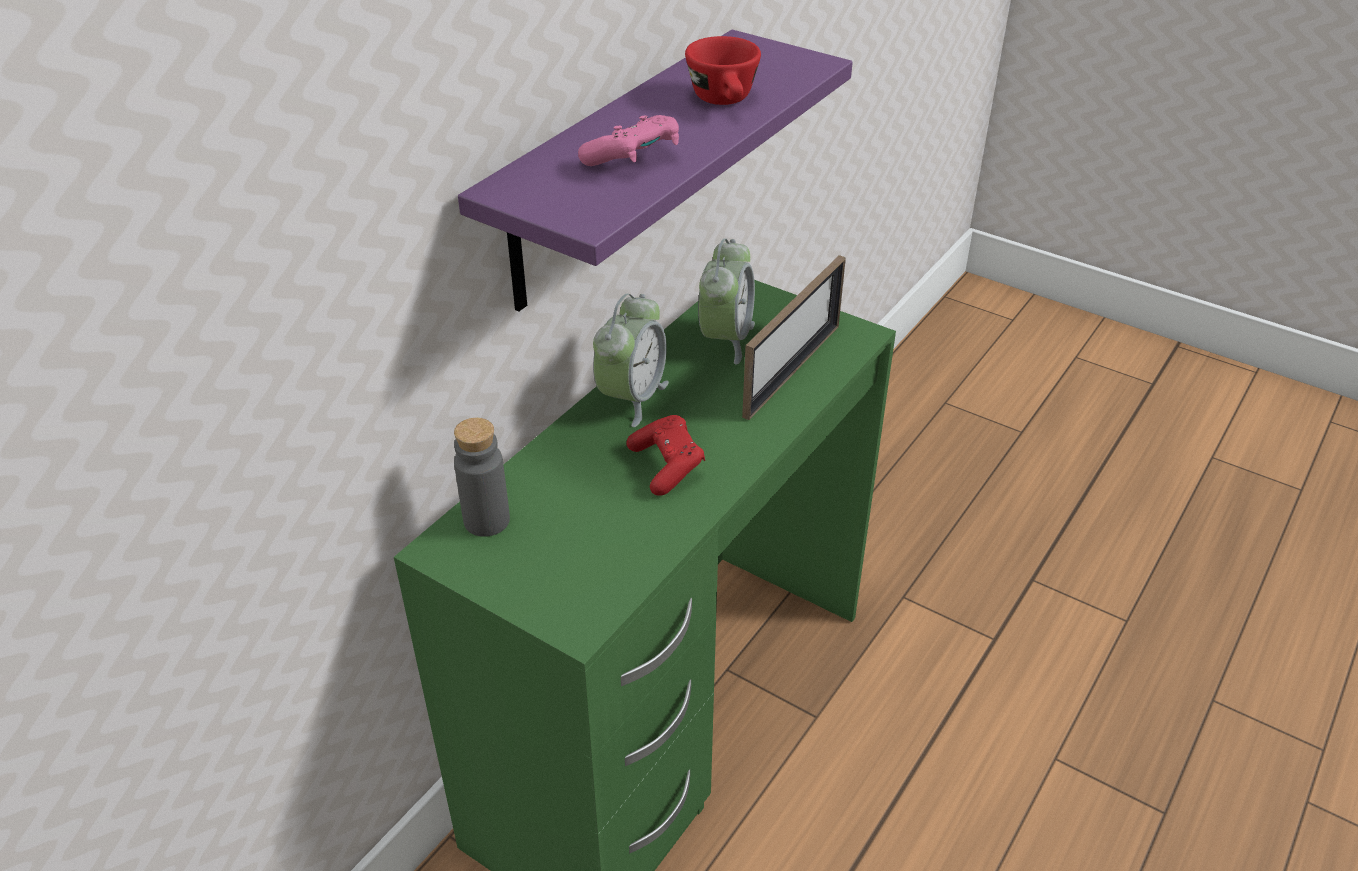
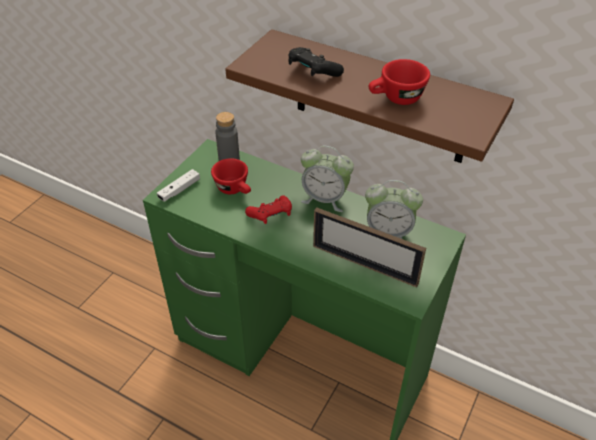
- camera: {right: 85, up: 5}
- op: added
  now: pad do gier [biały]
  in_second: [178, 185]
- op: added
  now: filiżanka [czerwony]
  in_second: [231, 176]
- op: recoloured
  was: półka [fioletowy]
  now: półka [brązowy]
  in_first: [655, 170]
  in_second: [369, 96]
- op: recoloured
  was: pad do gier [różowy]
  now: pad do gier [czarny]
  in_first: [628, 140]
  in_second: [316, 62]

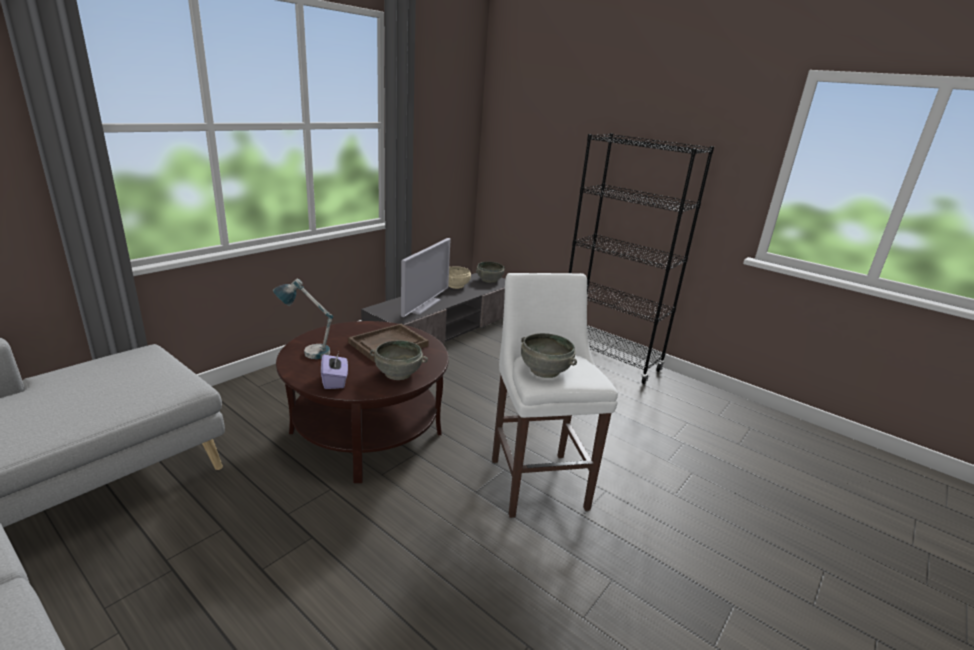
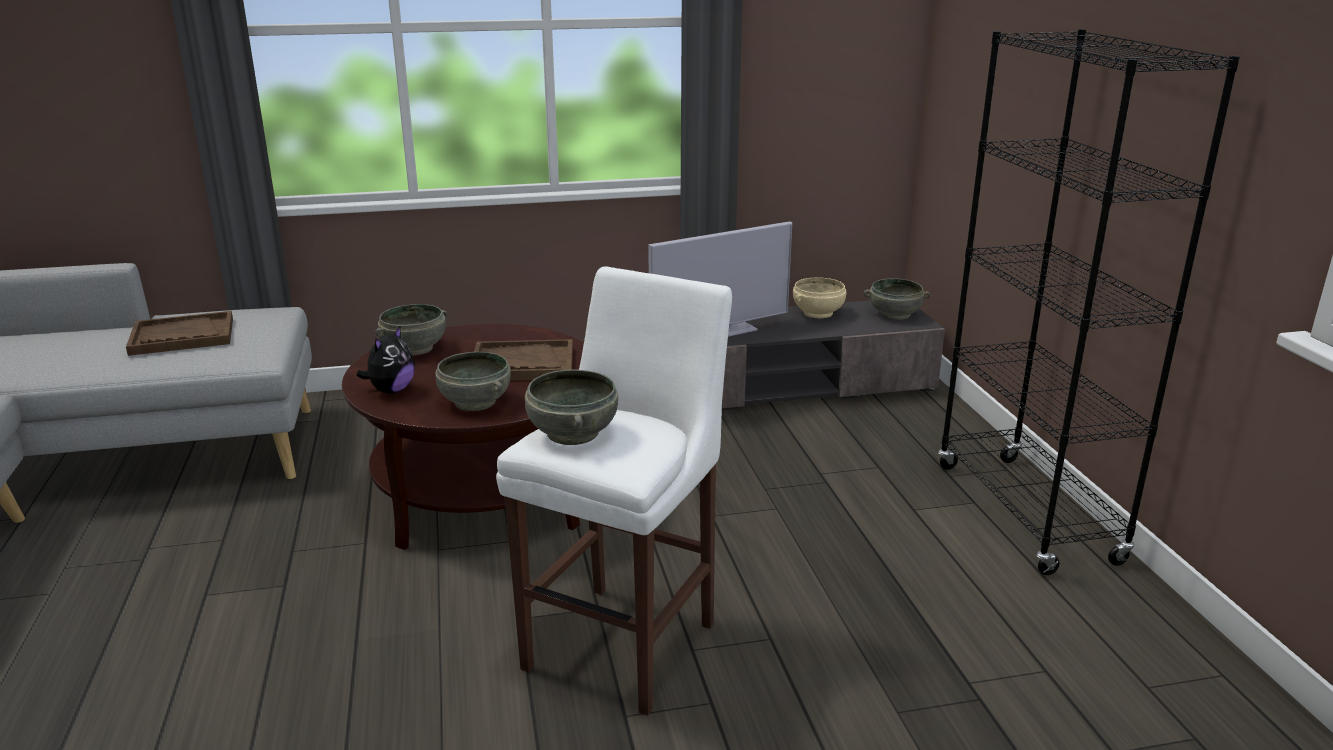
- camera: {right: 40, up: 0}
- op: added
  now: taca [brązowy]
  in_second: [179, 333]
- op: replaced
  was: pudełko chusteczek [fioletowy]
  now: pluszak
  in_first: [334, 372]
  in_second: [385, 359]
- op: replaced
  was: lampa stołowa
  now: miska [szary]
  in_first: [303, 318]
  in_second: [411, 330]

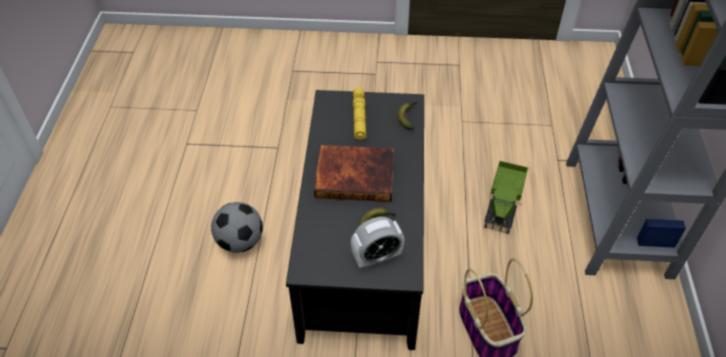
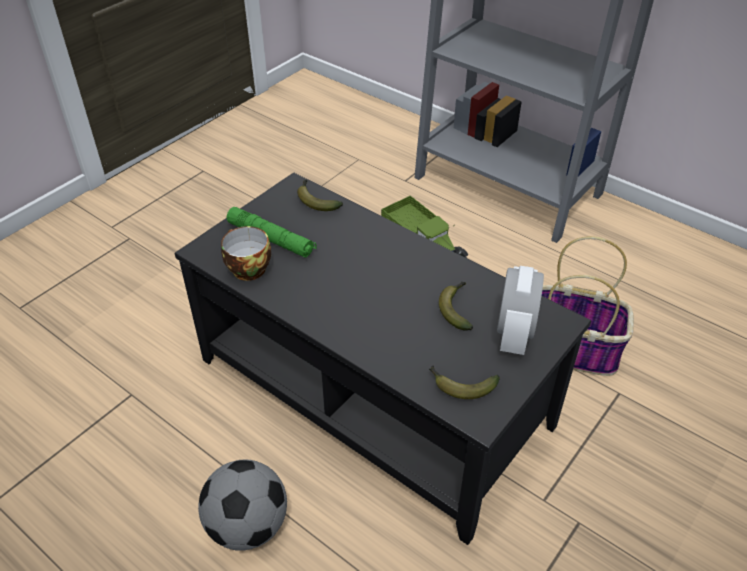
- camera: {right: -55, up: -5}
- op: added
  now: filiżanka
  in_second: [246, 253]
- op: recoloured
  was: latarka [żółty]
  now: latarka [zielony]
  in_first: [359, 114]
  in_second: [272, 232]
- op: added
  now: banan
  in_second: [464, 382]
- op: removed
  was: książka
  in_first: [354, 173]

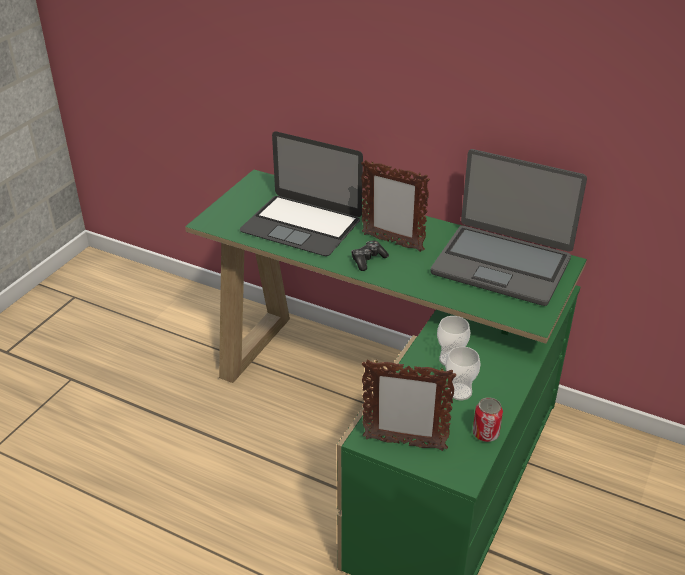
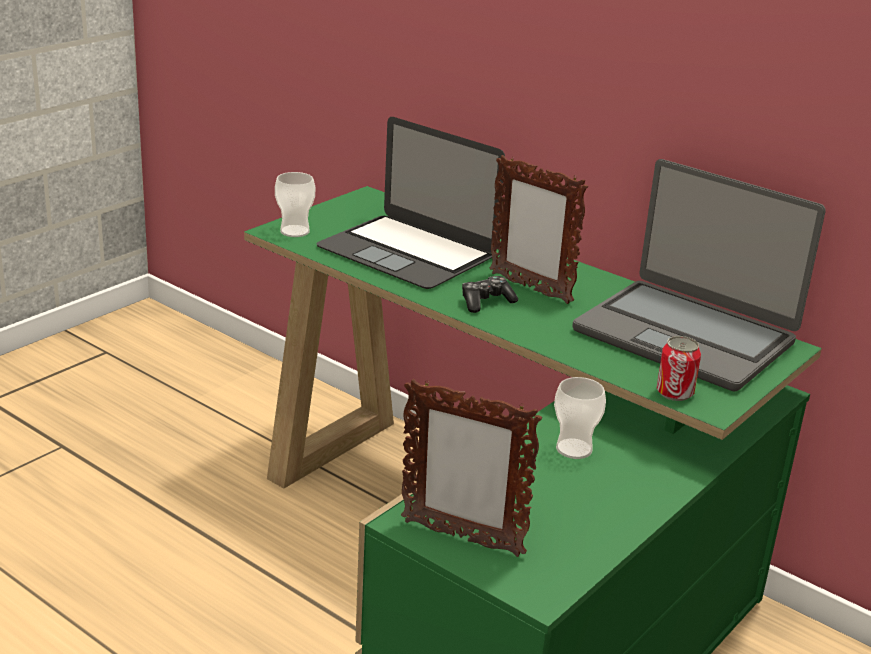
- camera: {right: 10, up: -10}
- op: moved
  was: filiżanka
  in_first: [462, 373]
  in_second: [295, 204]
- op: moved
  was: puszka
  in_first: [488, 419]
  in_second: [679, 368]

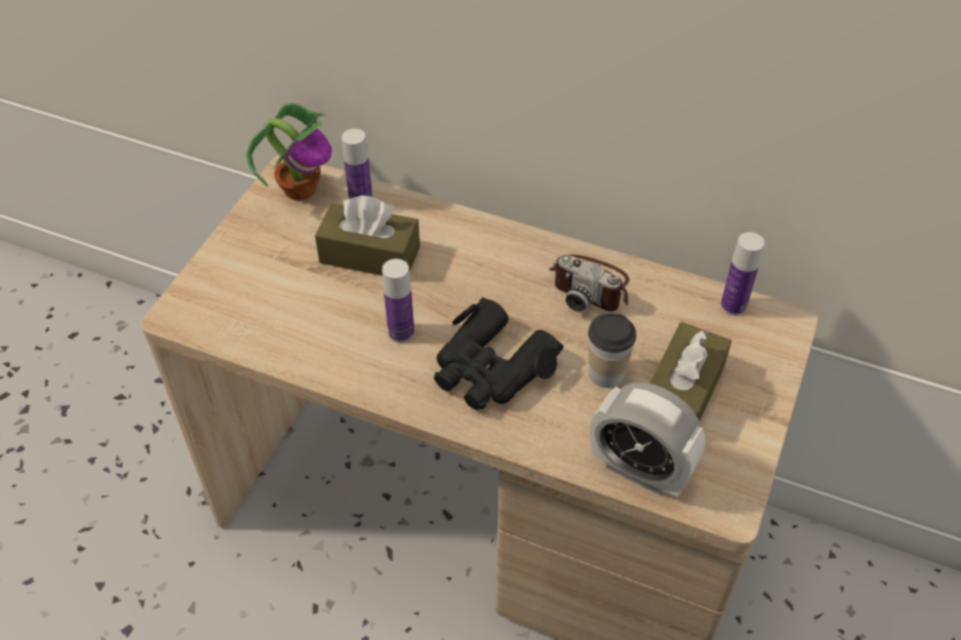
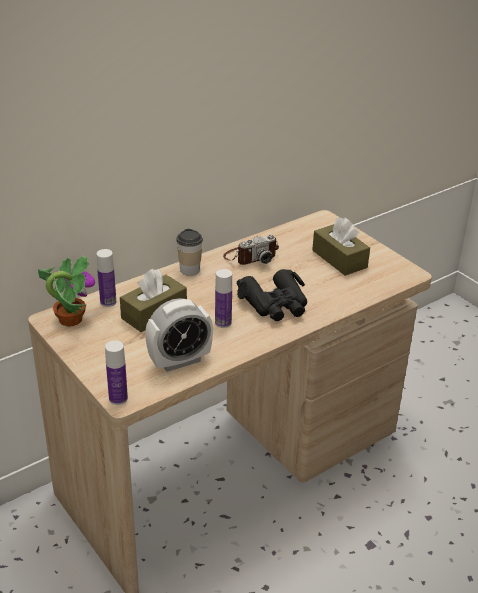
- camera: {right: -60, up: -15}
- op: moved
  was: butelka
  in_first: [743, 274]
  in_second: [116, 372]
- op: moved
  was: budzik
  in_first: [648, 439]
  in_second: [179, 335]
- op: moved
  was: filiżanka
  in_first: [612, 350]
  in_second: [189, 252]

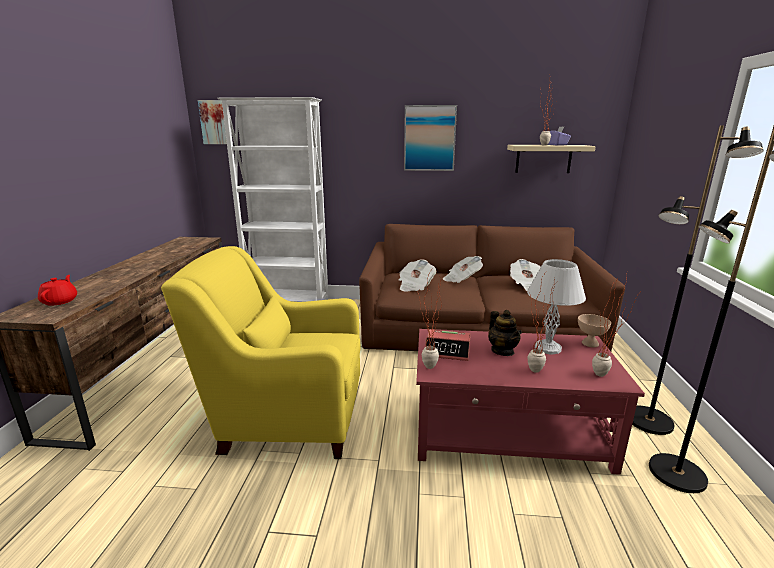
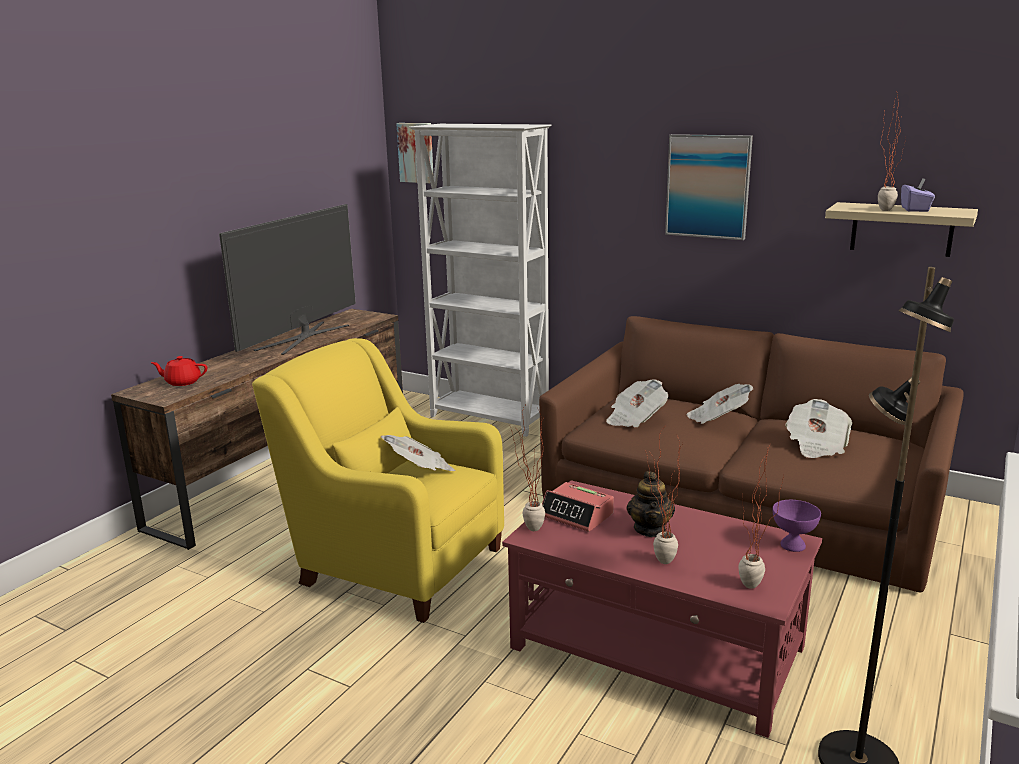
- camera: {right: 25, up: 0}
- op: turned
  was: imbryk [czerwony]
  in_first: [57, 290]
  in_second: [179, 371]
  clockwise: -105
- op: added
  now: telewizor
  in_second: [287, 279]
- op: added
  now: gazeta
  in_second: [418, 453]
- op: recoloured
  was: miska [beżowy]
  now: miska [fioletowy]
  in_first: [594, 330]
  in_second: [796, 526]
- op: removed
  was: lampa stołowa [biały]
  in_first: [556, 307]
- op: removed
  was: lampa stojąca [czarny]
  in_first: [698, 280]

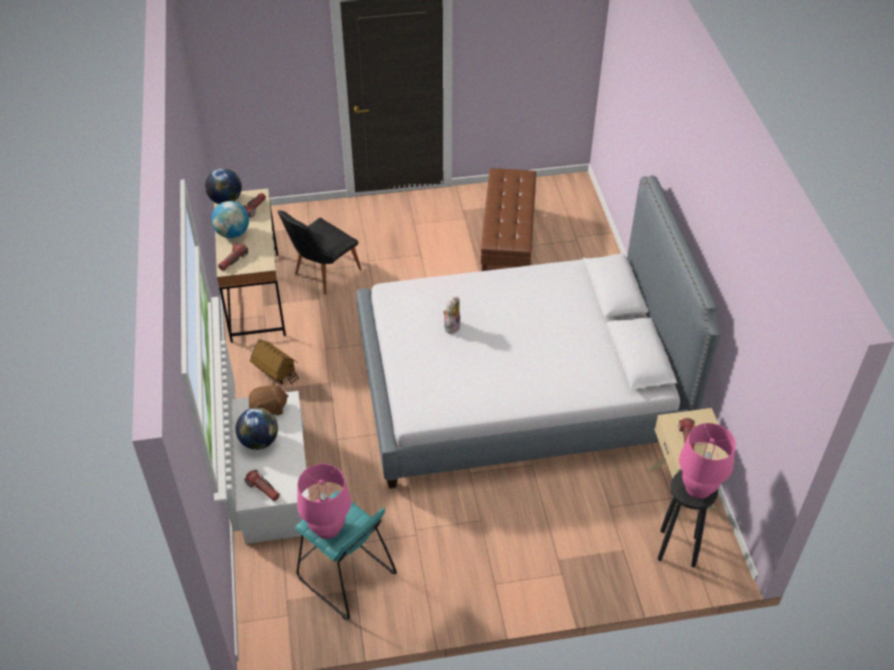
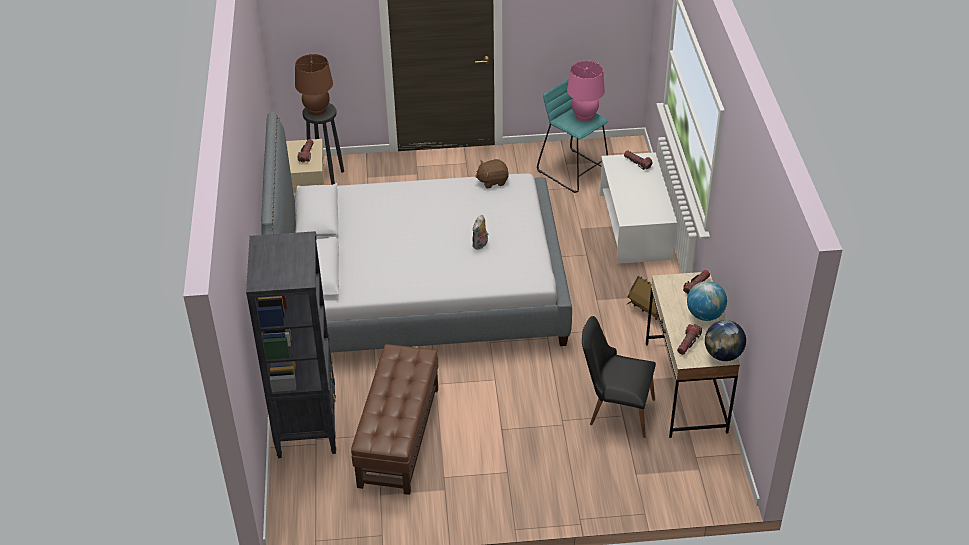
- camera: {right: -175, up: -5}
- op: added
  now: regał [czarny]
  in_second: [291, 344]
- op: recoloured
  was: lampa stołowa [różowy]
  now: lampa stołowa [brązowy]
  in_first: [707, 461]
  in_second: [314, 85]
- op: moved
  was: pluszak [brązowy]
  in_first: [269, 398]
  in_second: [492, 173]
- op: turned
  was: krzesło [czarny]
  in_first: [320, 252]
  in_second: [619, 377]
  clockwise: -120
- op: removed
  was: globus
  in_first: [257, 429]

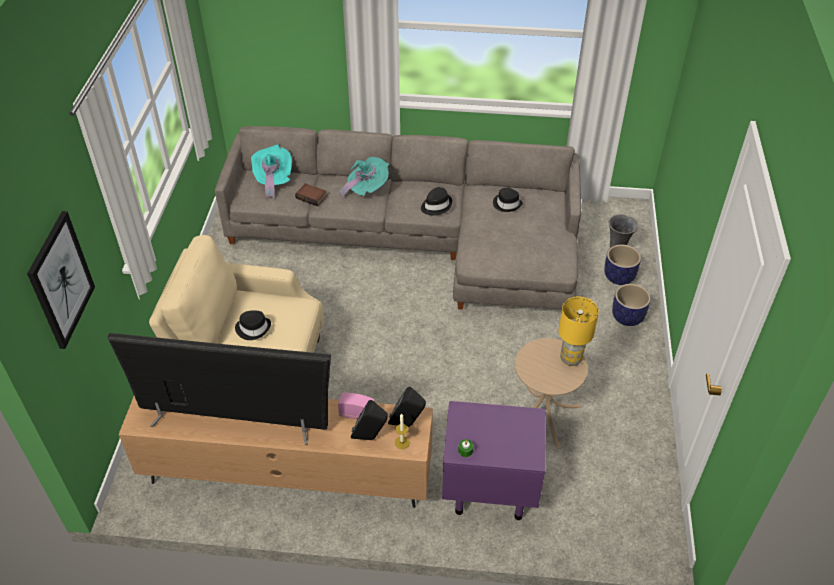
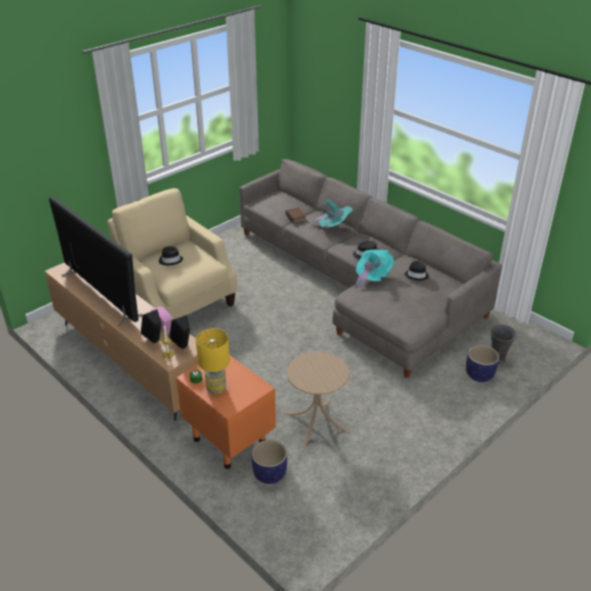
- camera: {right: 40, up: -10}
- op: recoloured
  was: szafka nocna [fioletowy]
  now: szafka nocna [pomarańczowy]
  in_first: [494, 460]
  in_second: [226, 412]
- op: moved
  was: lampa stołowa [żółty]
  in_first: [579, 331]
  in_second: [213, 361]
- op: moved
  was: donica
  in_first: [631, 305]
  in_second: [269, 462]
- op: moved
  was: kapelusz [turkusowy]
  in_first: [271, 172]
  in_second: [374, 269]
- op: removed
  was: obraz
  in_first: [61, 280]

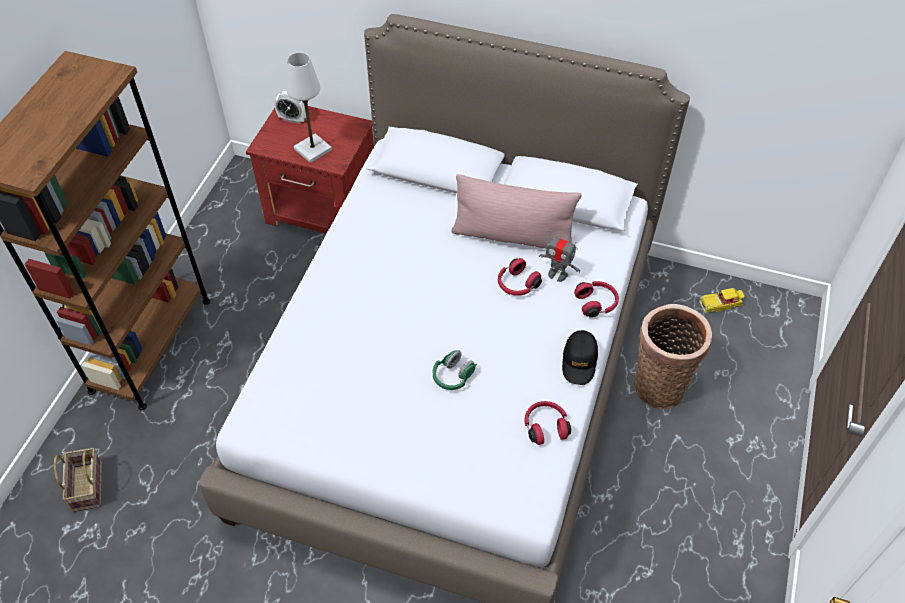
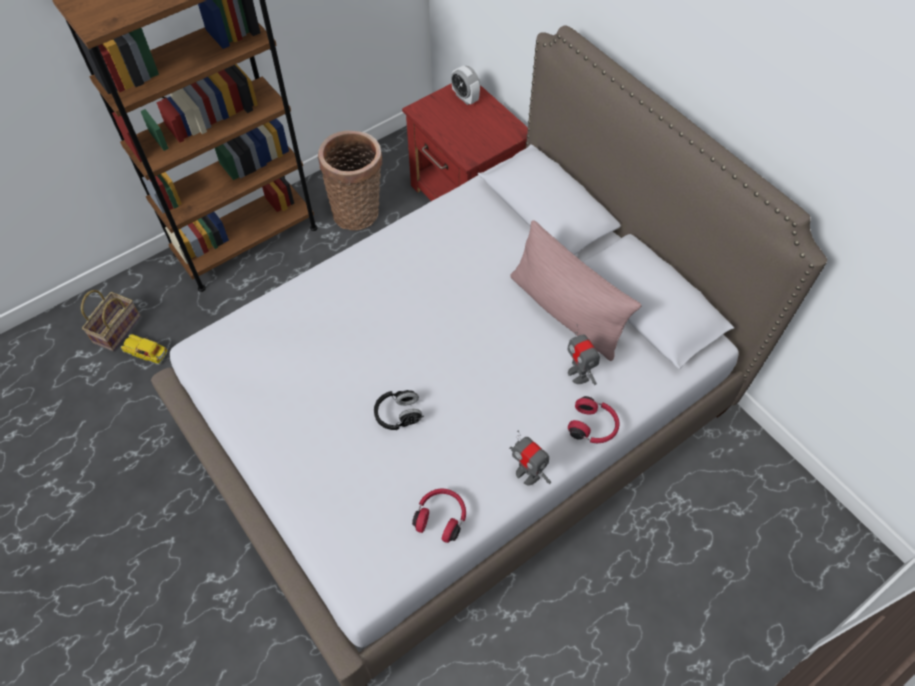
- camera: {right: 35, up: 5}
- op: moved
  was: samochodzik
  in_first: [721, 301]
  in_second: [144, 349]
- op: moved
  was: koszyk
  in_first: [673, 356]
  in_second: [350, 180]
- op: recoloured
  was: słuchawki [zielony]
  now: słuchawki [czarny]
  in_first: [455, 370]
  in_second: [399, 410]
- op: replaced
  was: czapka z daszkiem [czarny]
  now: robot zabawkowy
  in_first: [580, 357]
  in_second: [530, 457]
- op: removed
  was: lampa stołowa [biały]
  in_first: [309, 107]
- op: removed
  was: słuchawki [czerwony]
  in_first: [520, 277]

